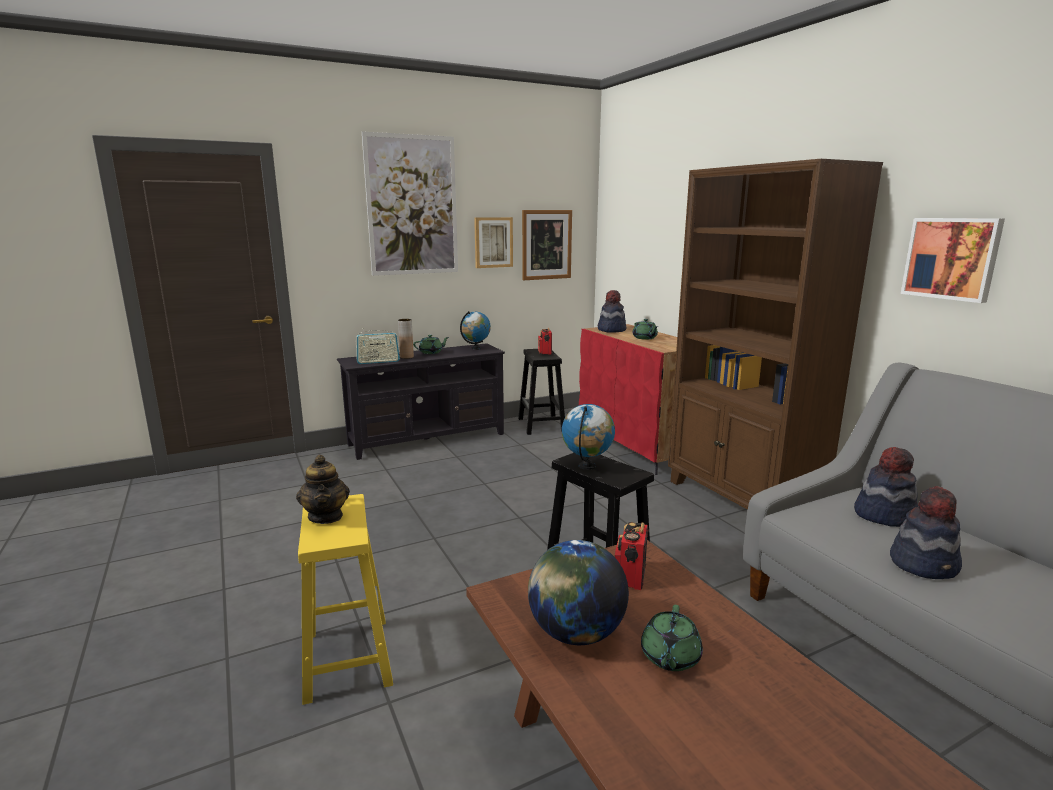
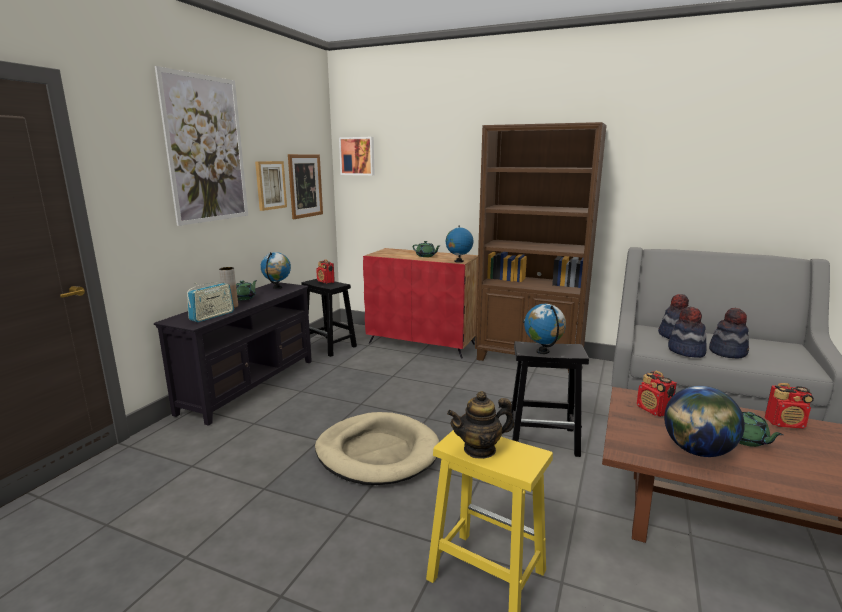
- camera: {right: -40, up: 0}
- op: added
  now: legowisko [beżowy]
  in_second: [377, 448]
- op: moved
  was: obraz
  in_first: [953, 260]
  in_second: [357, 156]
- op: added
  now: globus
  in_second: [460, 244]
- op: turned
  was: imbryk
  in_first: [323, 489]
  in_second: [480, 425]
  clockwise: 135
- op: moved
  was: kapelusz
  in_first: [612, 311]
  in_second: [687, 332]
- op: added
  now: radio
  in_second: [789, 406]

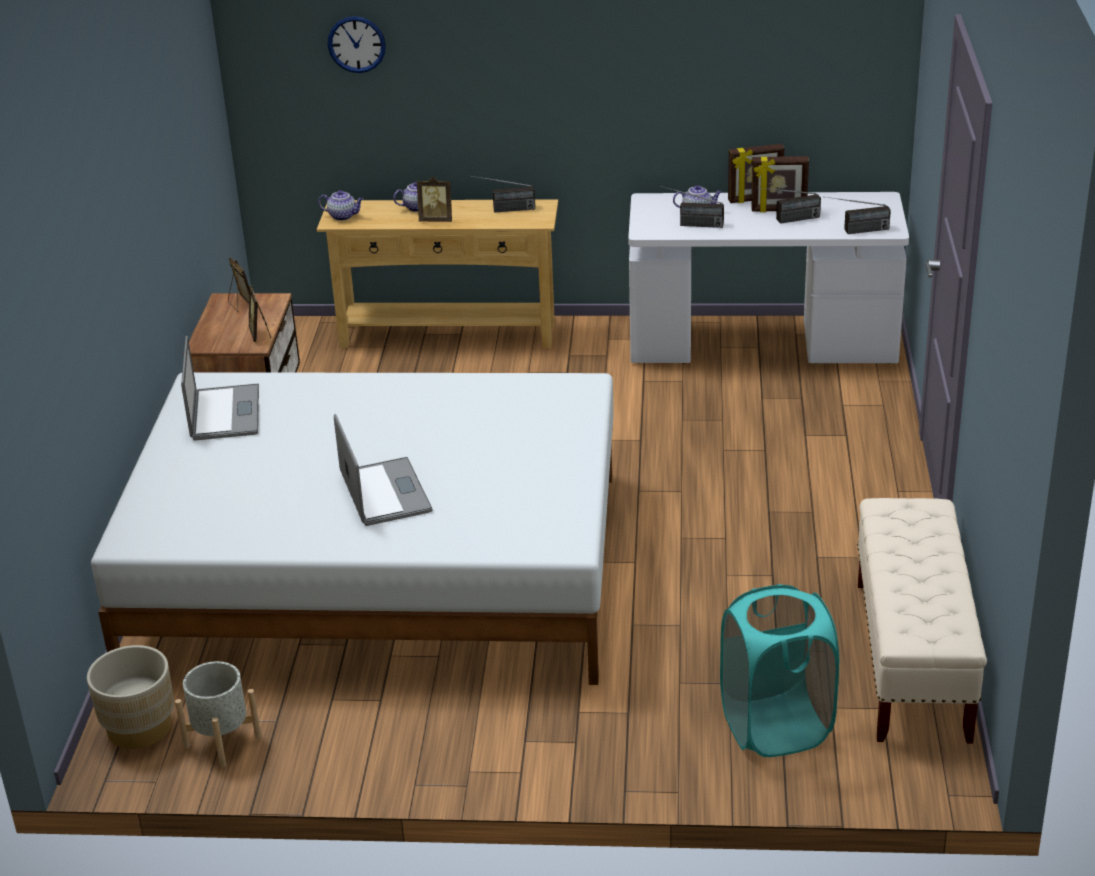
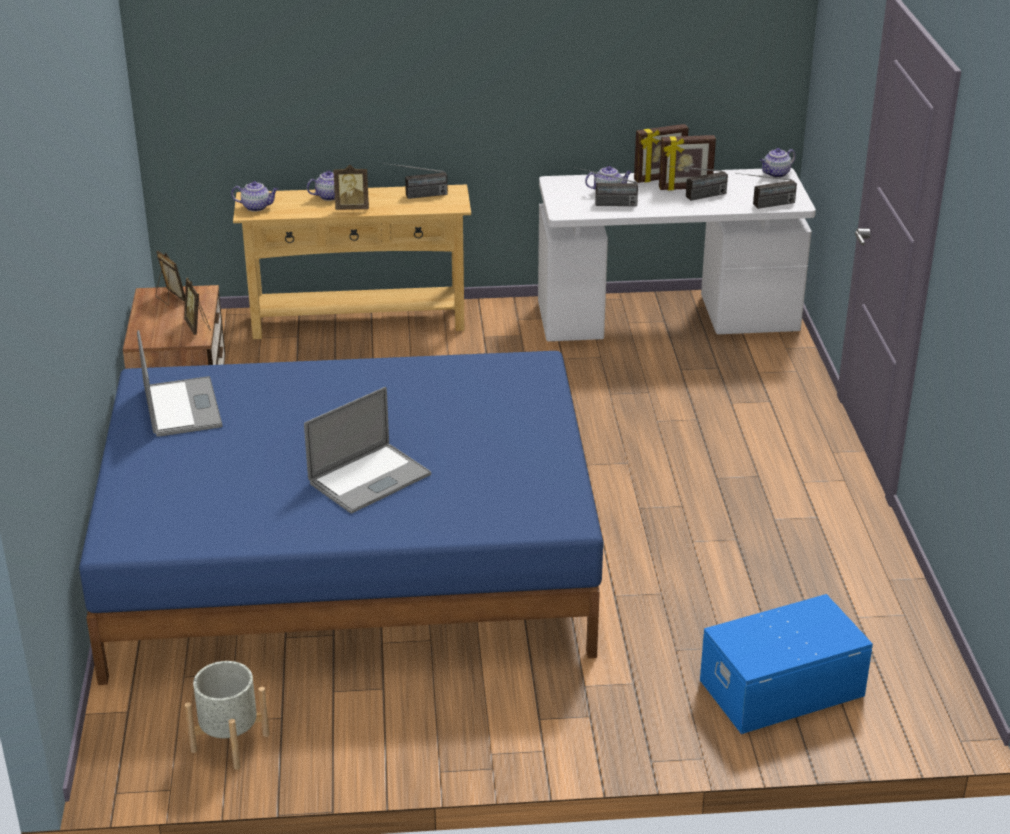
- camera: {right: -10, up: 0}
- op: recoloured
  was: łóżko [biały]
  now: łóżko [niebieski]
  in_first: [352, 528]
  in_second: [341, 518]
- op: turned
  was: laptop
  in_first: [383, 470]
  in_second: [367, 450]
  clockwise: 75
- op: replaced
  was: kosz na pranie [turkusowy]
  now: pojemnik do przechowywania [niebieski]
  in_first: [779, 670]
  in_second: [786, 664]
- op: added
  now: imbryk
  in_second: [778, 163]
- op: removed
  was: donica [beżowy]
  in_first: [130, 697]
- op: removed
  was: zegar ścienny
  in_first: [356, 44]
- op: removed
  was: ławka [beżowy]
  in_first: [922, 621]

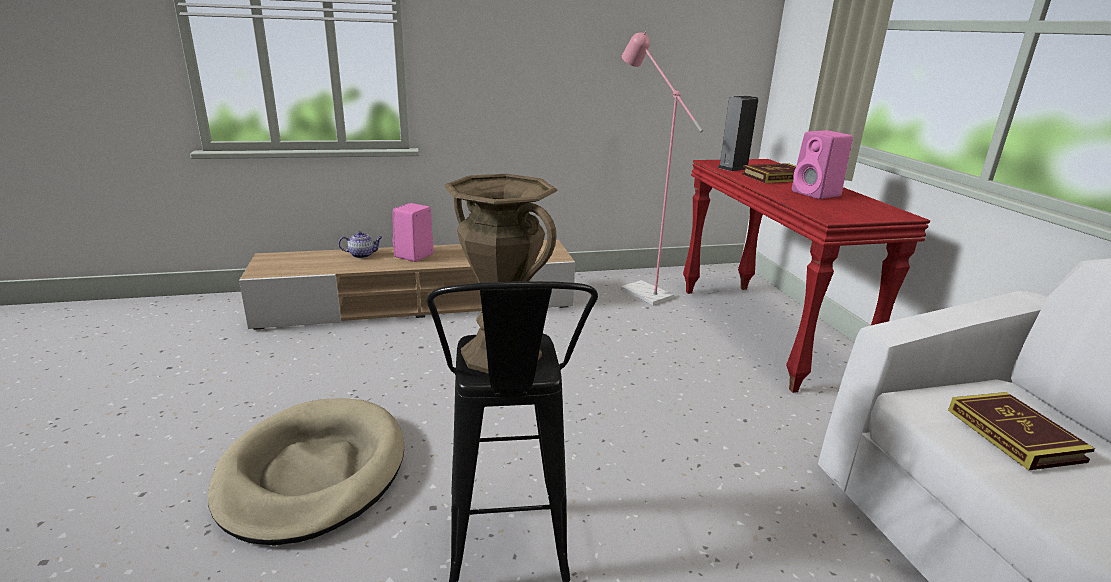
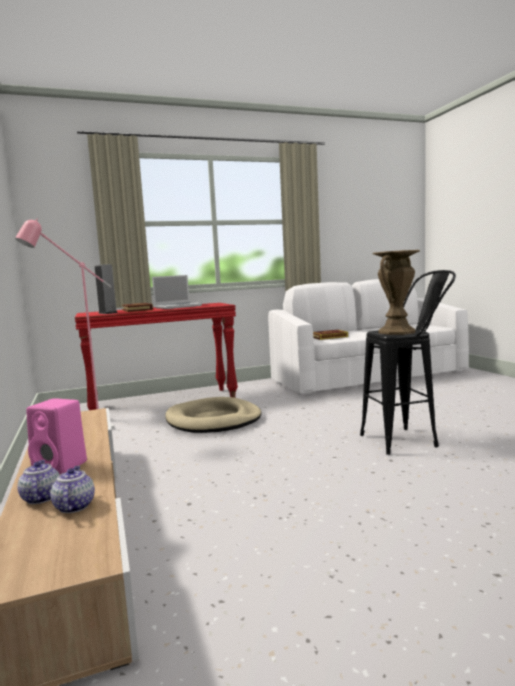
- camera: {right: -95, up: -15}
- op: added
  now: imbryk
  in_second: [72, 489]
- op: replaced
  was: głośnik [różowy]
  now: laptop
  in_first: [822, 164]
  in_second: [177, 292]
- op: moved
  was: legowisko [beżowy]
  in_first: [306, 471]
  in_second: [213, 415]

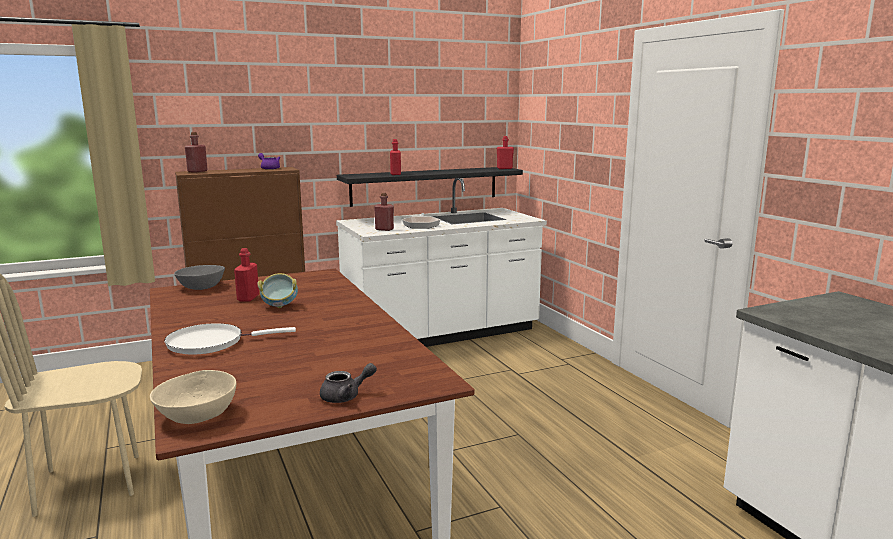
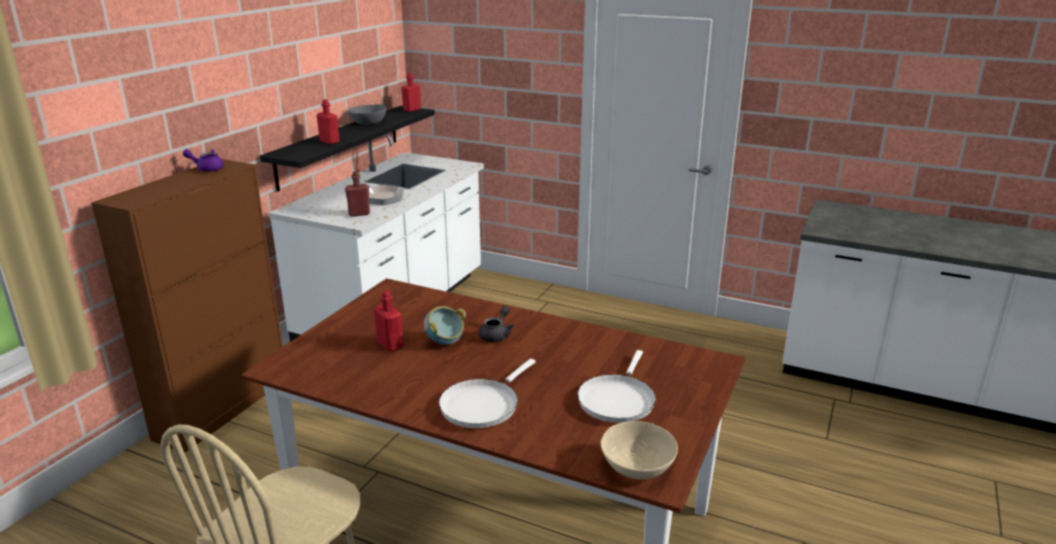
- camera: {right: -40, up: 10}
- op: moved
  was: miska [szary]
  in_first: [199, 277]
  in_second: [367, 114]
- op: moved
  was: imbryk [szary]
  in_first: [348, 383]
  in_second: [496, 324]
- op: added
  now: patelnia [biały]
  in_second: [616, 386]
- op: removed
  was: butelka [czerwony]
  in_first: [196, 152]

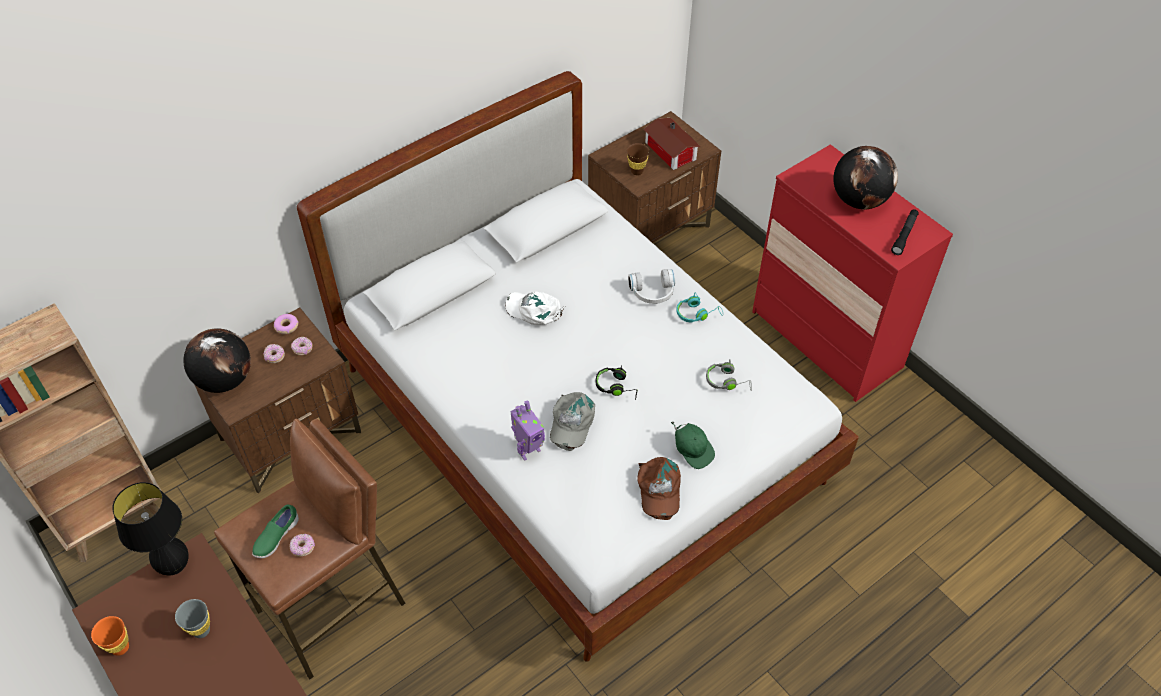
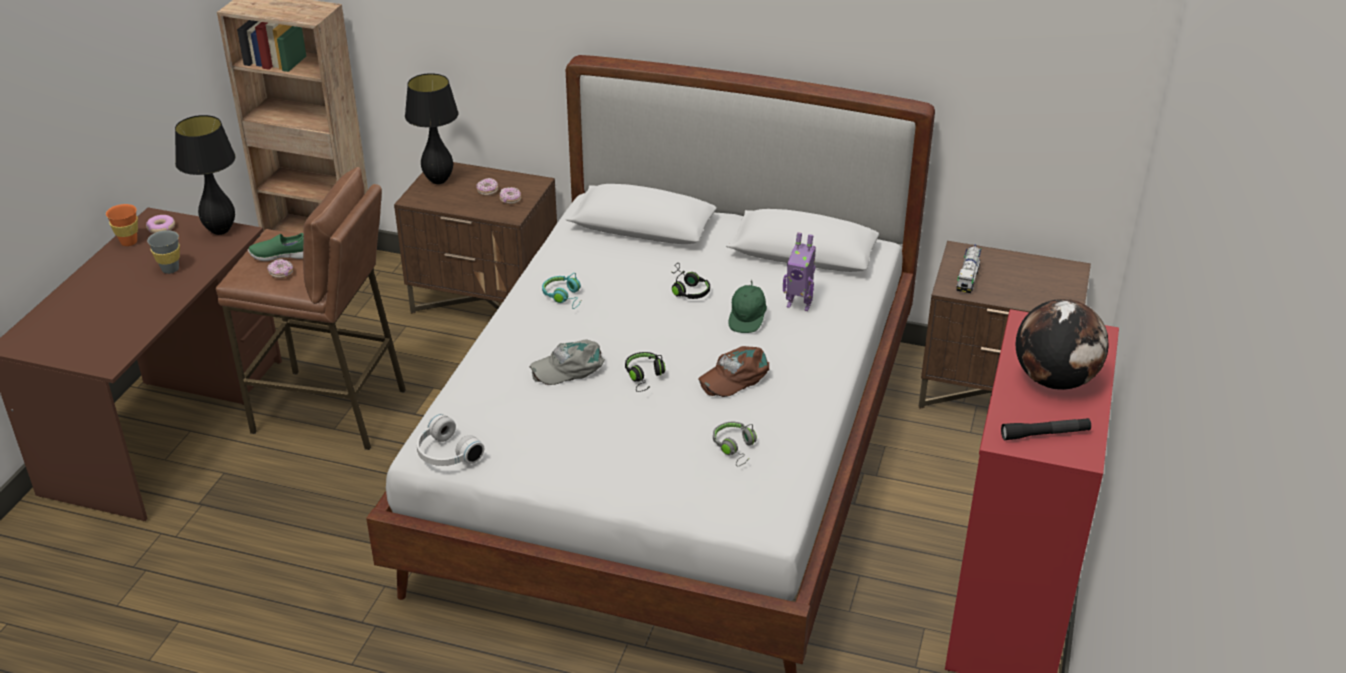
- camera: {right: 55, up: -15}
- op: moved
  was: donut
  in_first: [286, 324]
  in_second: [160, 224]
- op: replaced
  was: globus
  now: lampa stołowa [czarny]
  in_first: [217, 360]
  in_second: [432, 128]
- op: moved
  was: słuchawki [biały]
  in_first: [651, 286]
  in_second: [450, 440]
- op: moved
  was: słuchawki [turkusowy]
  in_first: [699, 308]
  in_second: [561, 291]
- op: replaced
  was: czapka z daszkiem [biały]
  now: słuchawki [czarny]
  in_first: [535, 308]
  in_second: [691, 281]
- op: moved
  was: czapka z daszkiem [brązowy]
  in_first: [659, 488]
  in_second: [733, 371]
- op: moved
  was: czapka z daszkiem [zielony]
  in_first: [693, 445]
  in_second: [747, 306]
- op: moved
  was: robot zabawkowy
  in_first: [528, 430]
  in_second: [799, 271]
- op: replaced
  was: filiżanka [brązowy]
  now: ciężarówka zabawkowa
  in_first: [638, 159]
  in_second: [969, 269]
- op: removed
  was: domek
  in_first: [671, 144]

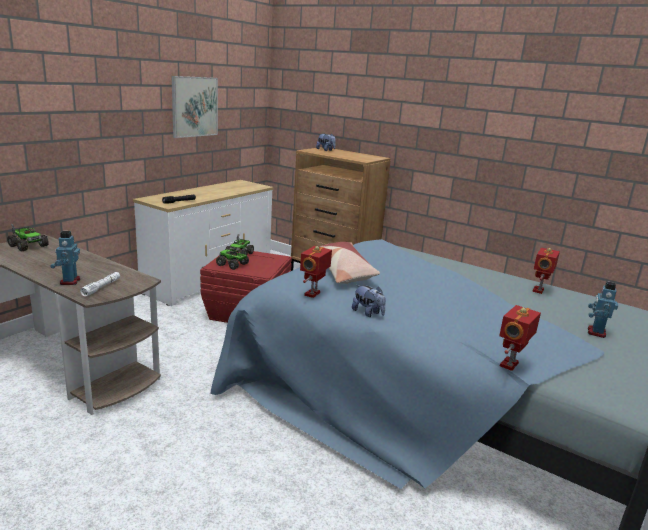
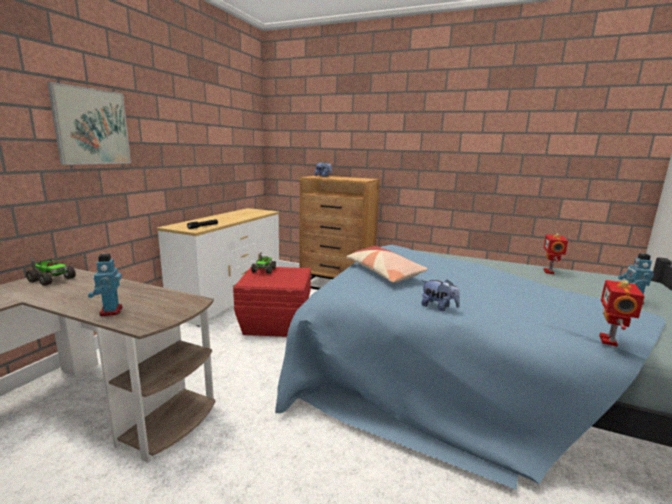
- camera: {right: -10, up: -5}
- op: moved
  was: obraz
  in_first: [195, 107]
  in_second: [89, 123]
- op: removed
  was: latarka [biały]
  in_first: [100, 284]
- op: removed
  was: ciężarówka zabawkowa
  in_first: [232, 258]
- op: removed
  was: robot zabawkowy
  in_first: [316, 272]

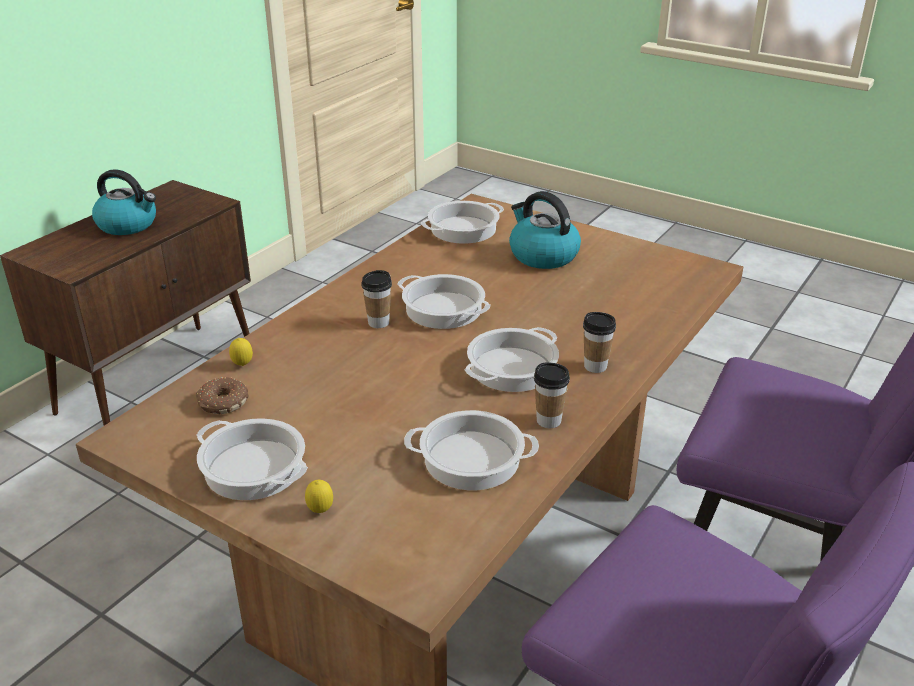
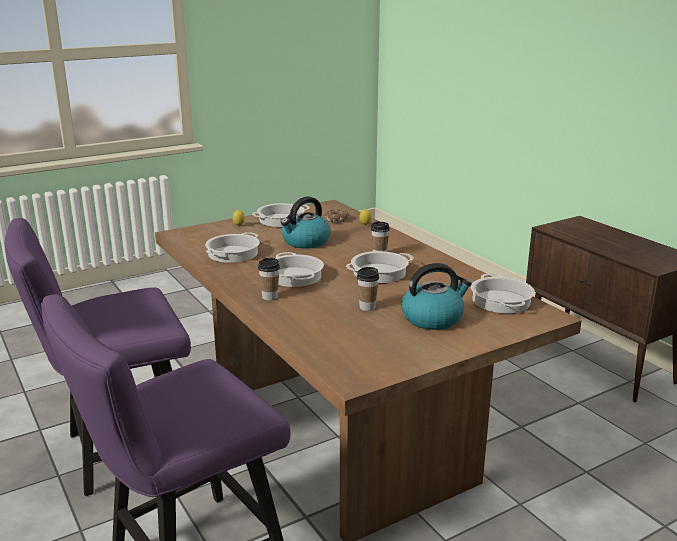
- camera: {right: 115, up: -10}
- op: moved
  was: czajnik
  in_first: [124, 202]
  in_second: [306, 223]
- op: moved
  was: filiżanka
  in_first: [552, 395]
  in_second: [368, 289]

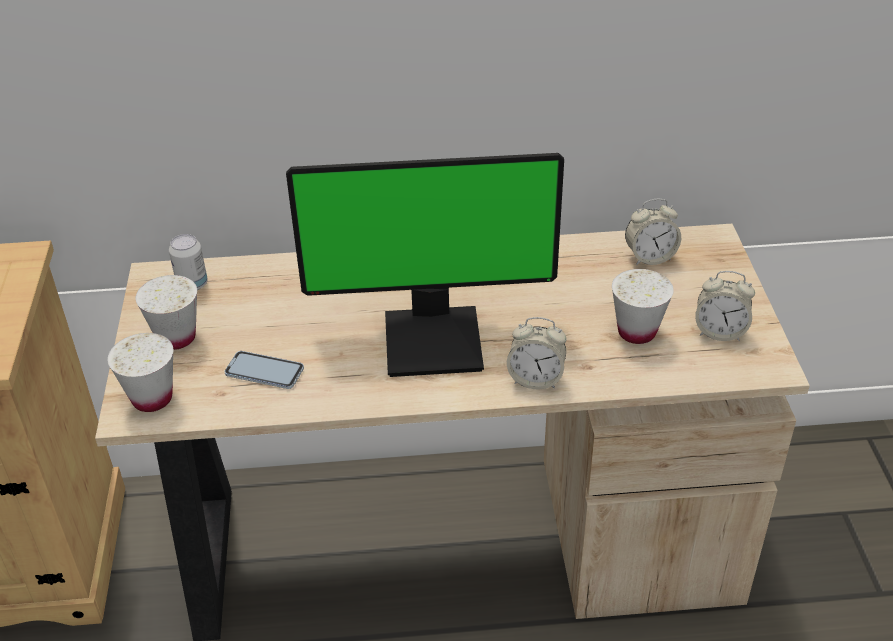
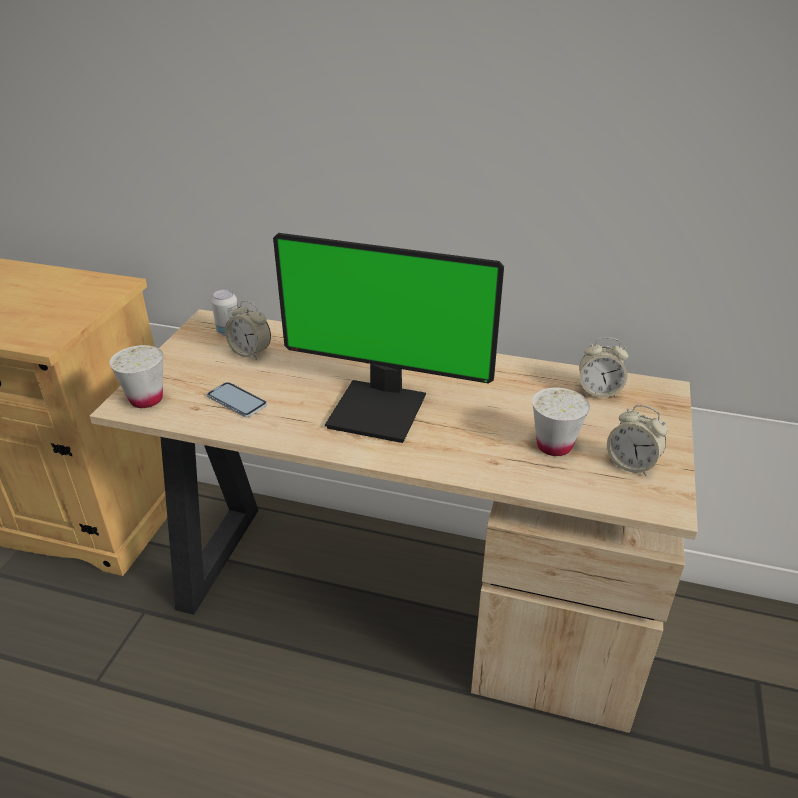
- camera: {right: 20, up: -5}
- op: moved
  was: budzik
  in_first: [536, 353]
  in_second: [248, 330]
- op: removed
  was: filiżanka [biały]
  in_first: [166, 312]

